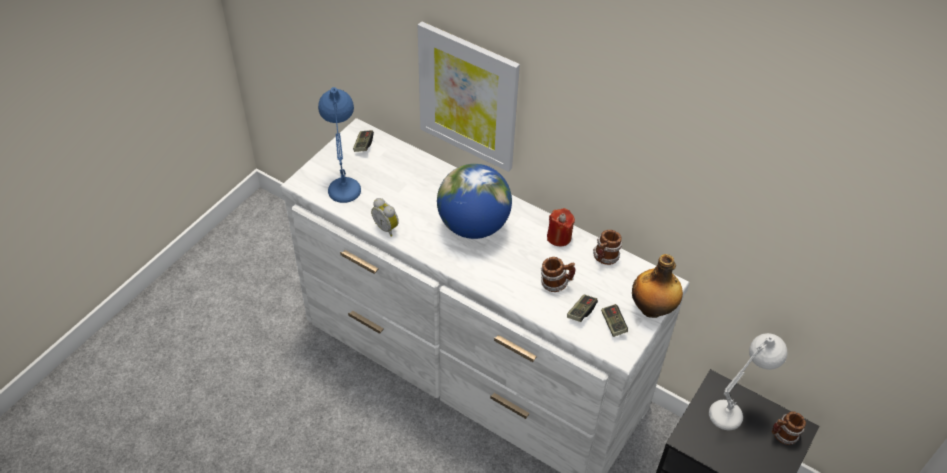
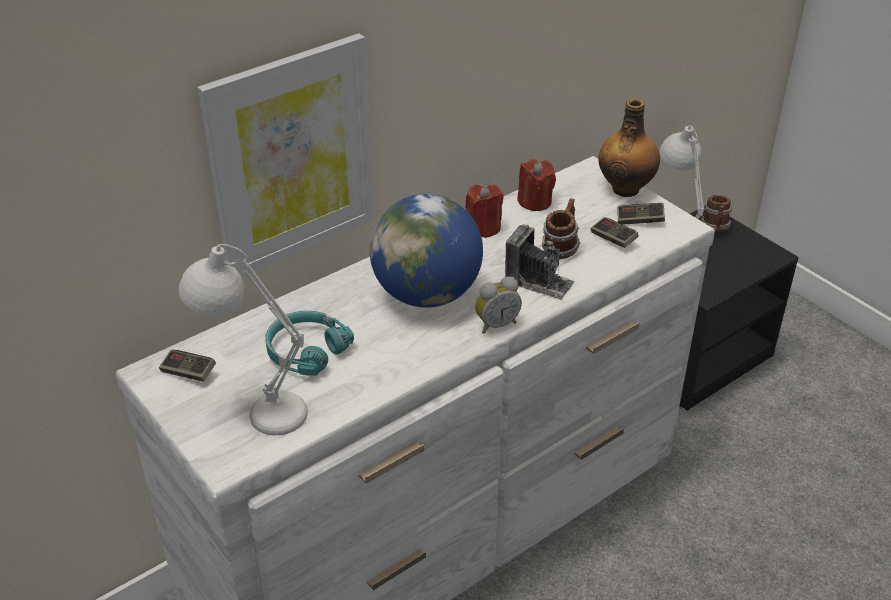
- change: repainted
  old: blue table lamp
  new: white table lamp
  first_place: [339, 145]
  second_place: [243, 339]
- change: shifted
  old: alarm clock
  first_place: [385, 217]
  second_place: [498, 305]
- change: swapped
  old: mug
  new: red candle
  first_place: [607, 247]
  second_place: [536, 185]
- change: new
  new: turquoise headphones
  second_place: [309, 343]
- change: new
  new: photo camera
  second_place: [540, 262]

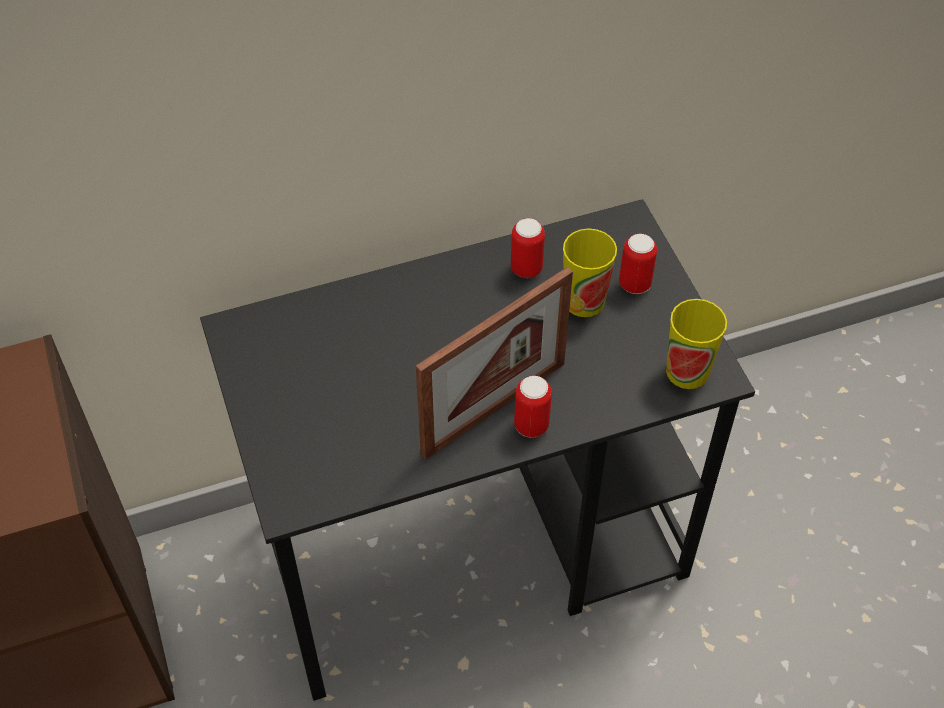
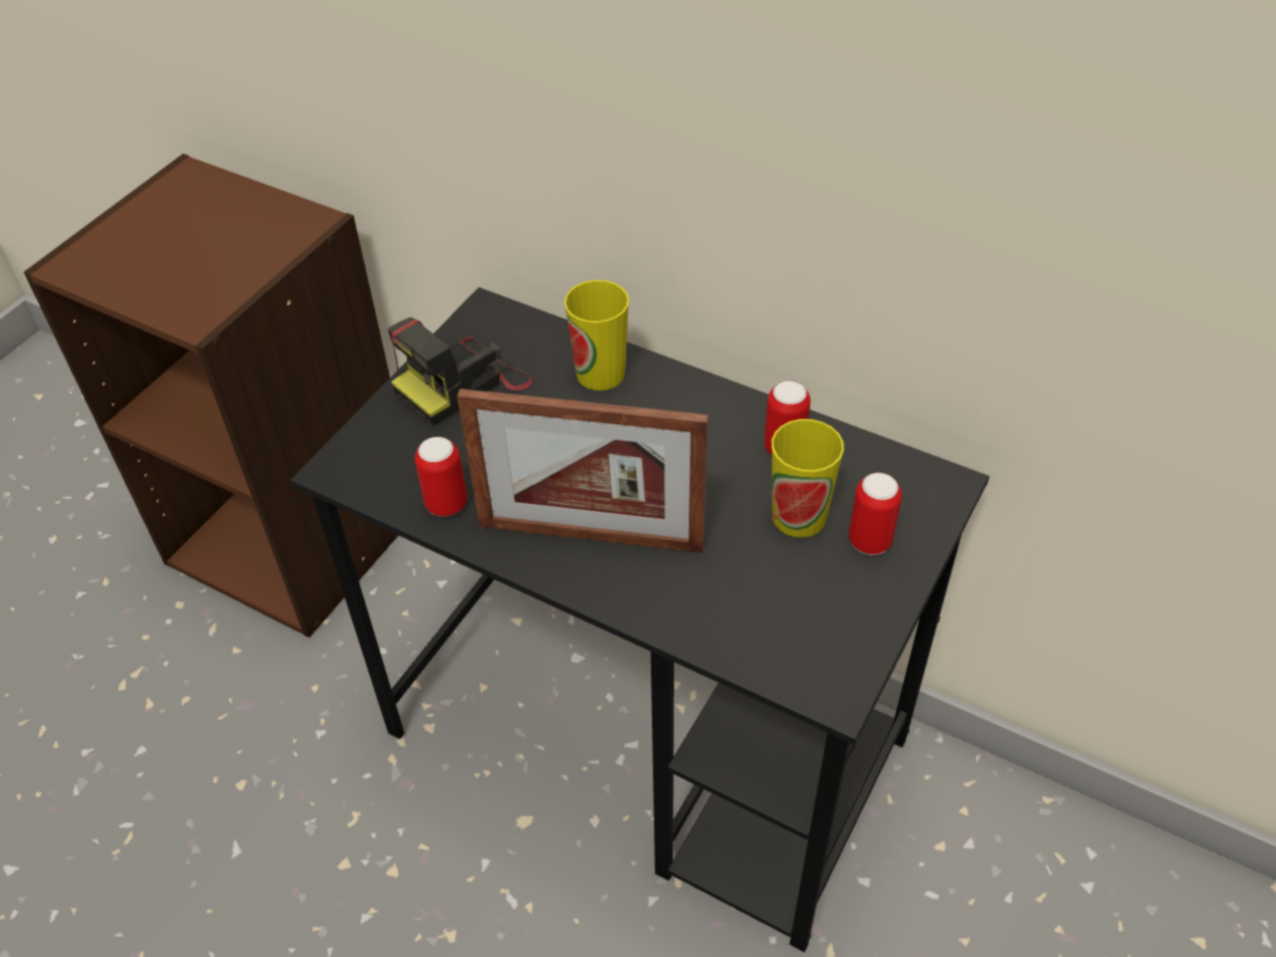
- change: shifted
  old: can
  first_place: [533, 407]
  second_place: [441, 477]
- change: shifted
  old: cup
  first_place: [696, 344]
  second_place: [596, 335]
- change: new
  new: photo camera
  second_place: [460, 371]

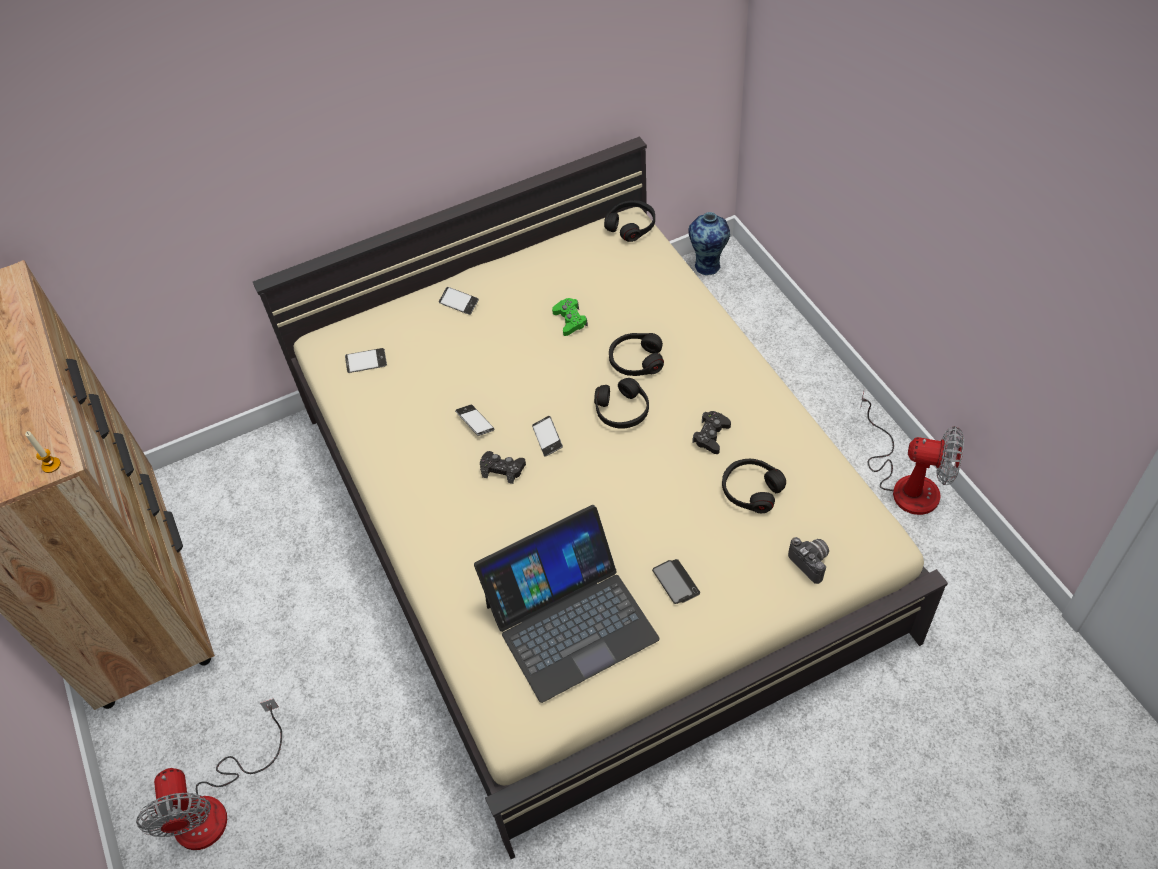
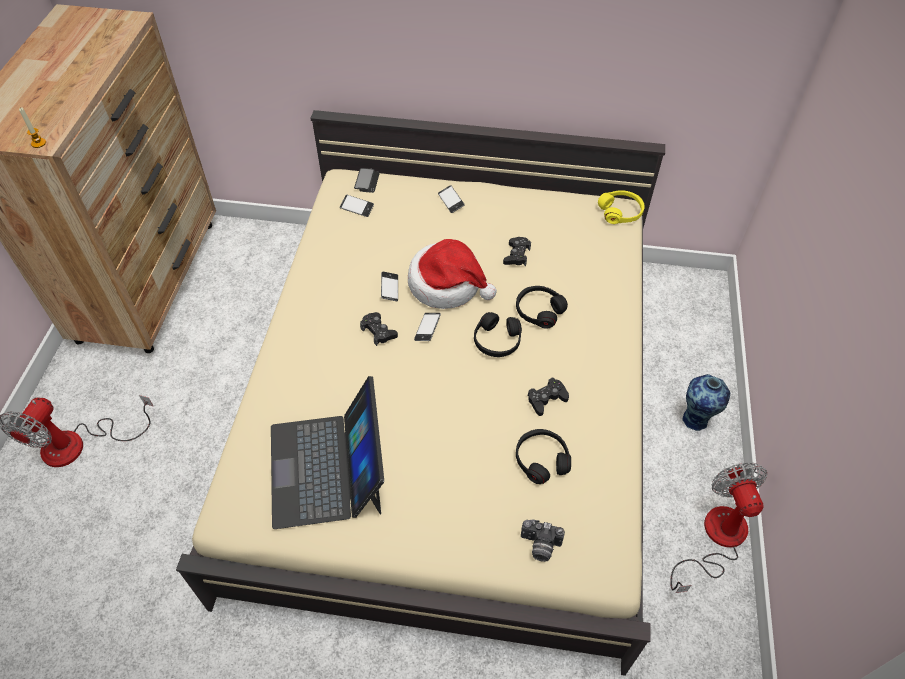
- change: rotated
  old: laptop
  first_place: [567, 604]
  second_place: [327, 452]
  degrees: 75
- change: repainted
  old: green game controller
  new: black game controller
  first_place: [570, 317]
  second_place: [517, 251]
- change: repainted
  old: black headphones
  new: yellow headphones
  first_place: [629, 221]
  second_place: [621, 207]
- change: shifted
  old: phone
  first_place: [676, 581]
  second_place: [367, 180]
- change: shifted
  old: vase
  first_place: [709, 244]
  second_place: [706, 402]
- change: rotated
  old: photo camera
  first_place: [808, 560]
  second_place: [543, 541]
  degrees: 105
- change: rotated
  old: fan
  first_place: [912, 452]
  second_place: [719, 528]
  degrees: -150
- change: new
  new: hat
  second_place: [452, 274]

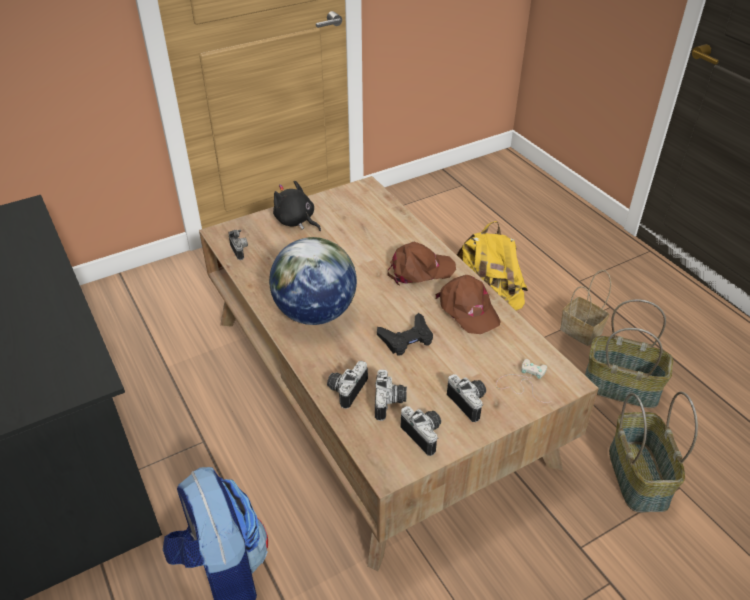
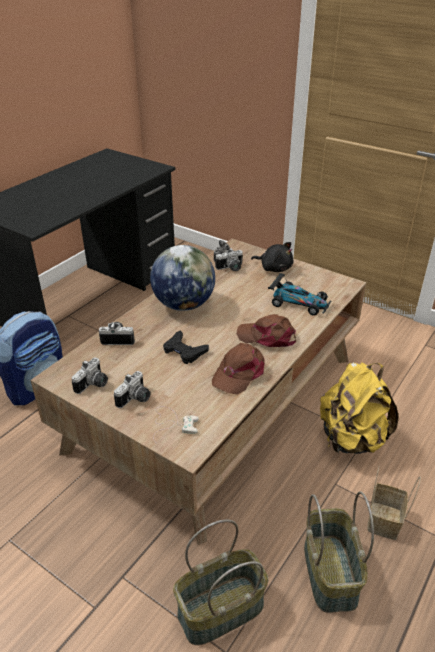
- change: rotated
  old: black plush toy
  first_place: [297, 205]
  second_place: [272, 257]
  degrees: 105
- change: shifted
  old: photo camera
  first_place: [391, 395]
  second_place: [229, 259]
- change: rotated
  old: brown cap
  first_place: [422, 263]
  second_place: [266, 330]
  degrees: 150
- change: new
  new: toy car
  second_place: [299, 294]

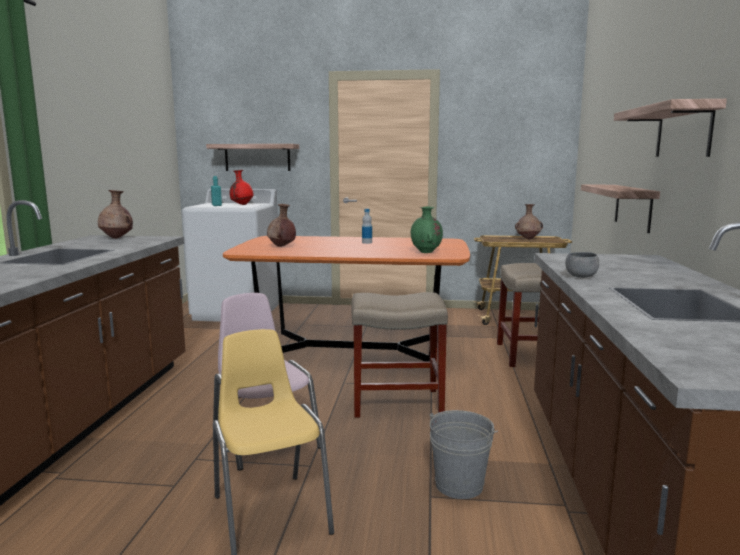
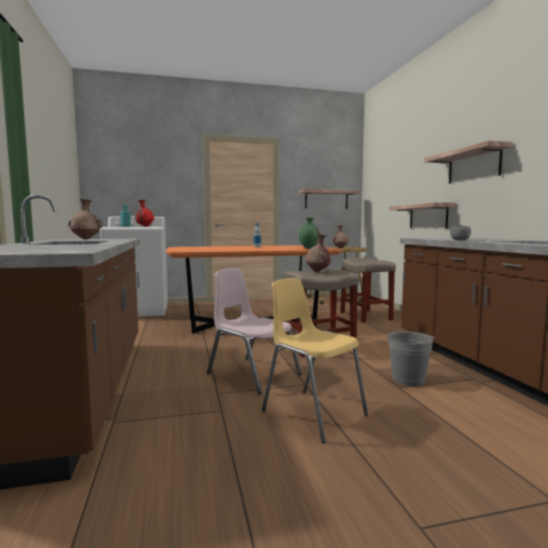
- change: shifted
  old: shelf
  first_place: [252, 157]
  second_place: [330, 199]
- change: shifted
  old: brown vase
  first_place: [281, 225]
  second_place: [318, 253]

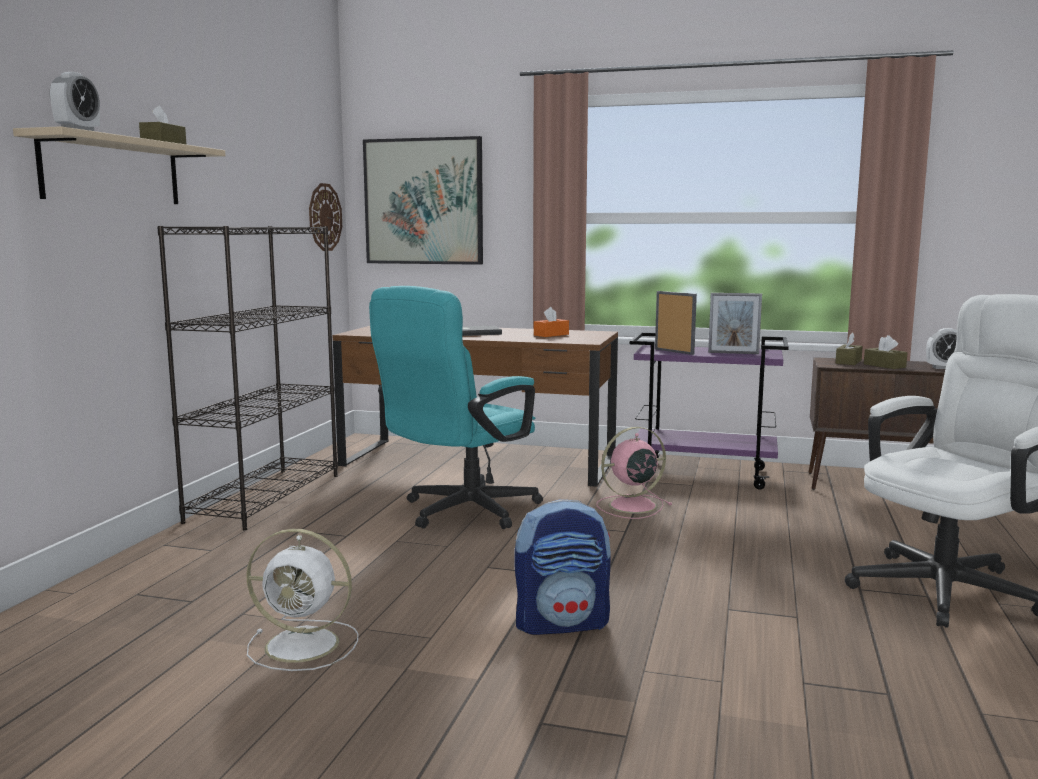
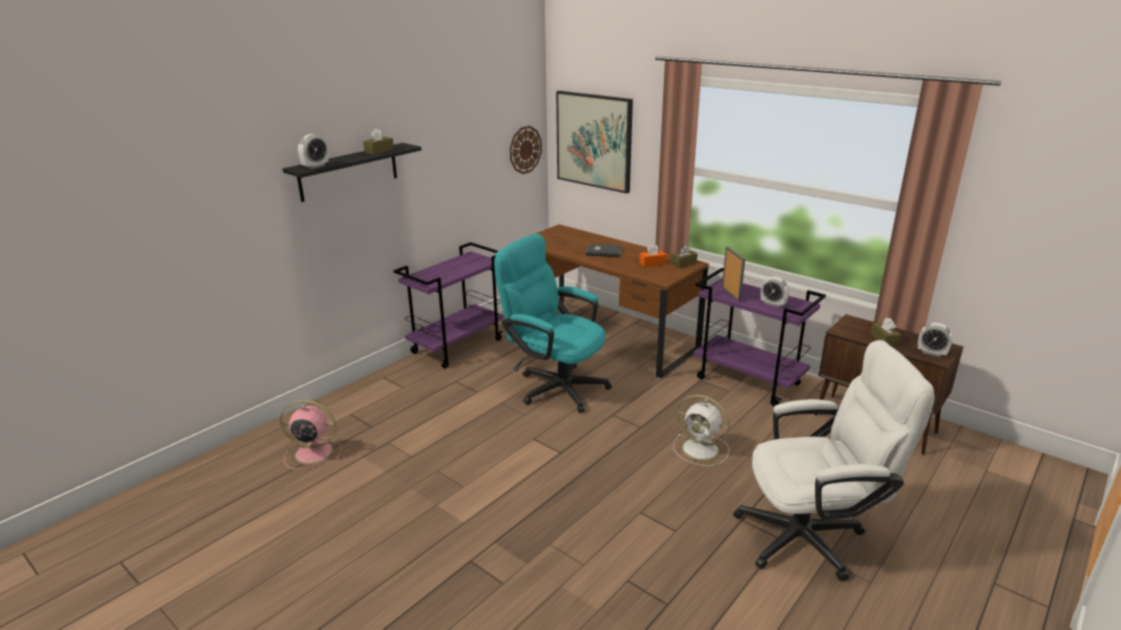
- change: repainted
  old: beige shelf
  new: black shelf
  first_place: [119, 165]
  second_place: [352, 172]
- change: swapped
  old: black bookcase
  new: purple cart
  first_place: [247, 378]
  second_place: [448, 305]
- change: shifted
  old: white fan
  first_place: [302, 600]
  second_place: [701, 430]
- change: rotated
  old: turquoise office chair
  first_place: [456, 407]
  second_place: [553, 323]
  degrees: 60
- change: gone
  old: backpack
  first_place: [563, 567]
- change: shifted
  old: pink fan
  first_place: [634, 473]
  second_place: [311, 435]
- change: swapped
  old: picture frame
  new: alarm clock
  first_place: [735, 323]
  second_place: [775, 292]
- change: shifted
  old: brown tissue box
  first_place: [849, 349]
  second_place: [684, 256]

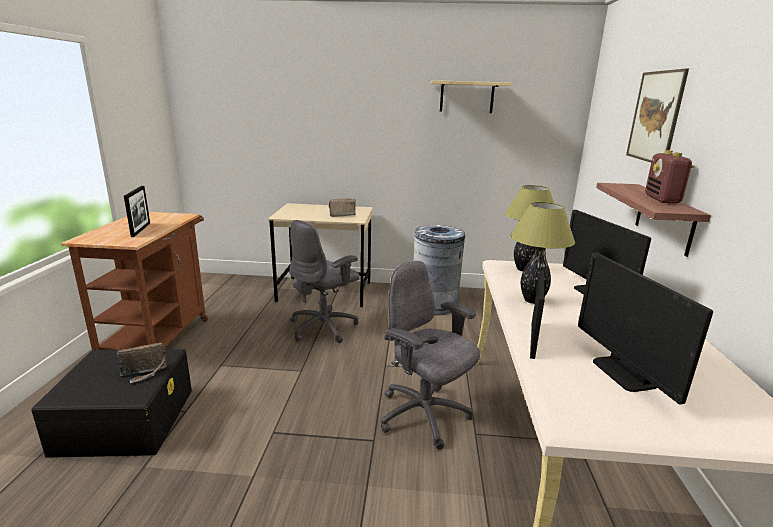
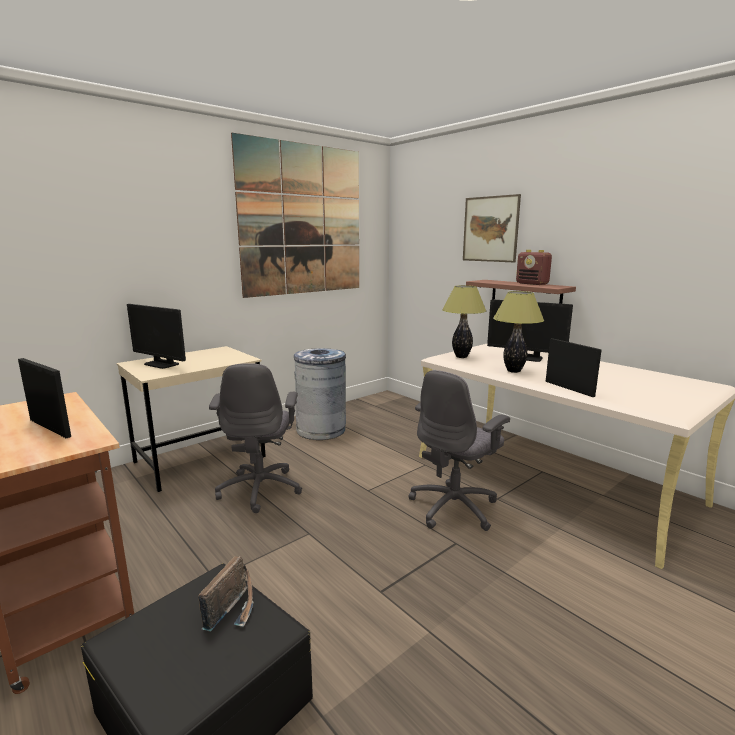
- change: gone
  old: radio
  first_place: [342, 207]
- change: rotated
  old: grey office chair
  first_place: [430, 355]
  second_place: [459, 450]
  degrees: -45
- change: swapped
  old: beige shelf
  new: picture
  first_place: [471, 96]
  second_place: [295, 215]
- change: shifted
  old: monitor
  first_place: [645, 328]
  second_place: [156, 336]

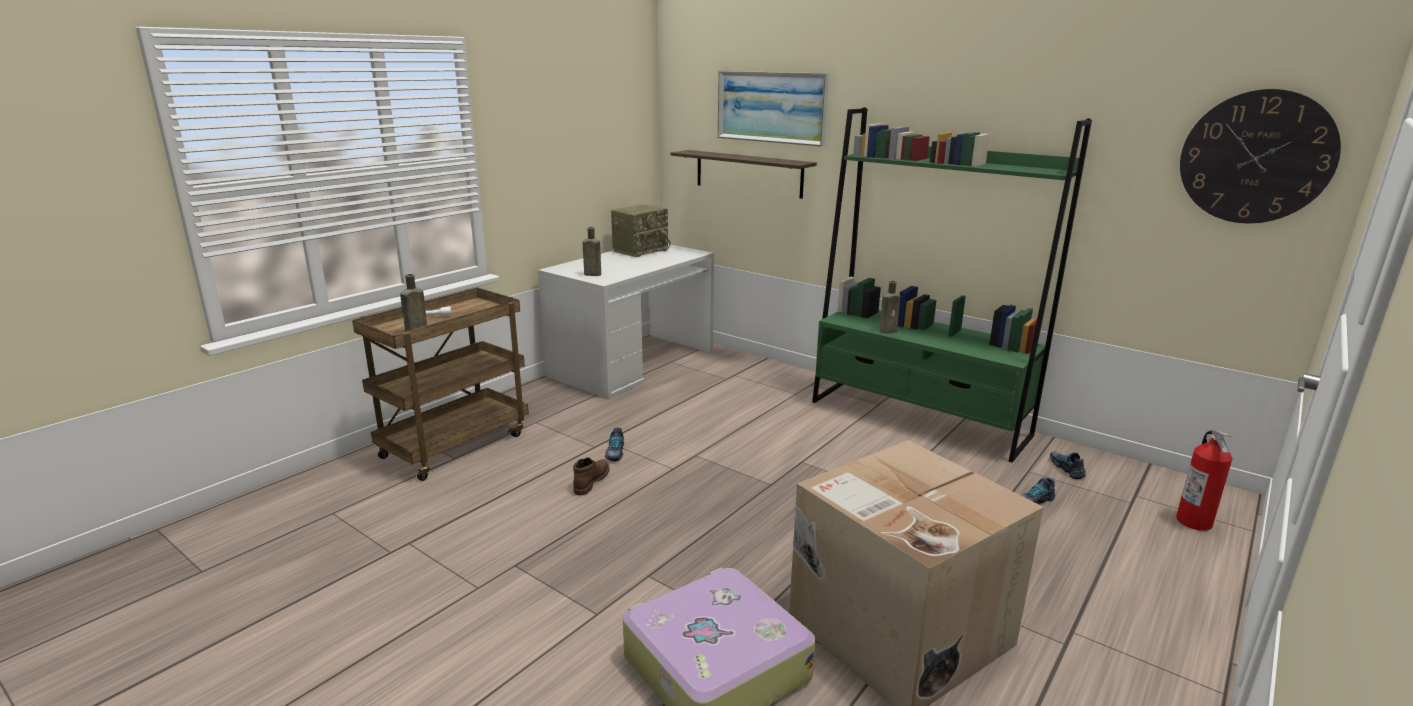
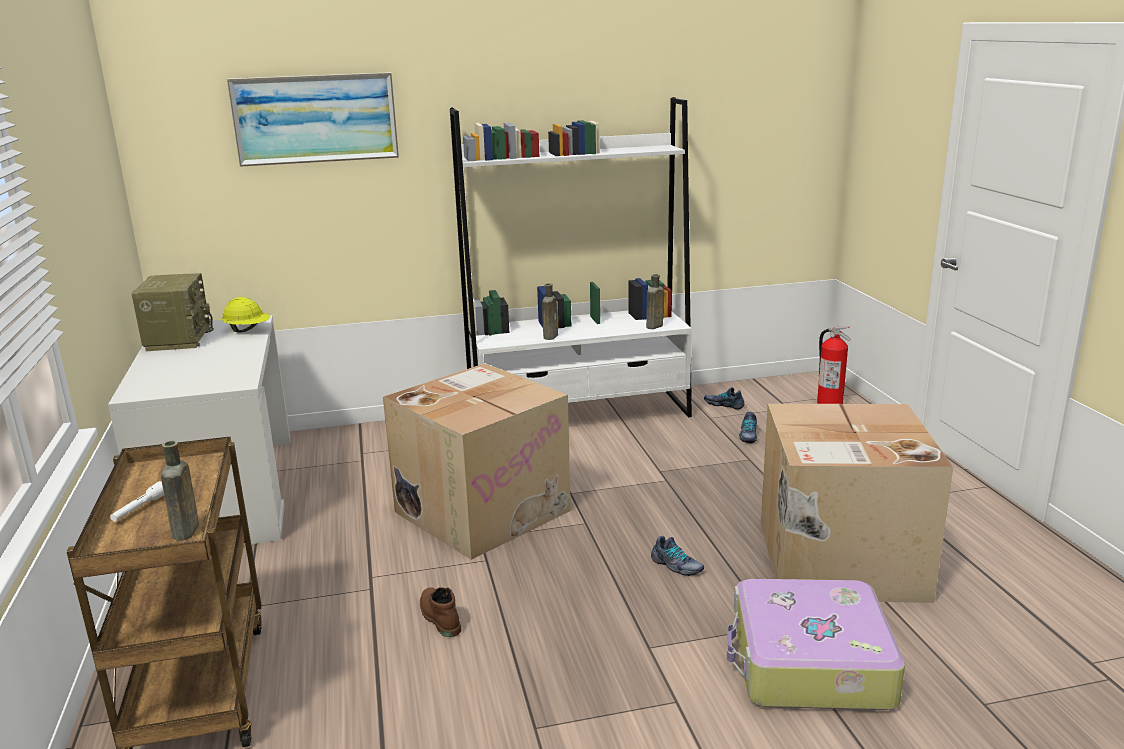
- change: shifted
  old: brown bottle
  first_place: [592, 251]
  second_place: [655, 301]
- change: shifted
  old: shoe
  first_place: [614, 445]
  second_place: [677, 556]
- change: gone
  old: shelf
  first_place: [744, 174]
- change: repainted
  old: green bookcase
  new: white bookcase
  first_place: [952, 285]
  second_place: [571, 257]
- change: gone
  old: wall clock
  first_place: [1260, 156]
- change: new
  new: yellow hard hat
  second_place: [246, 315]
- change: new
  new: cardboard box
  second_place: [477, 461]

